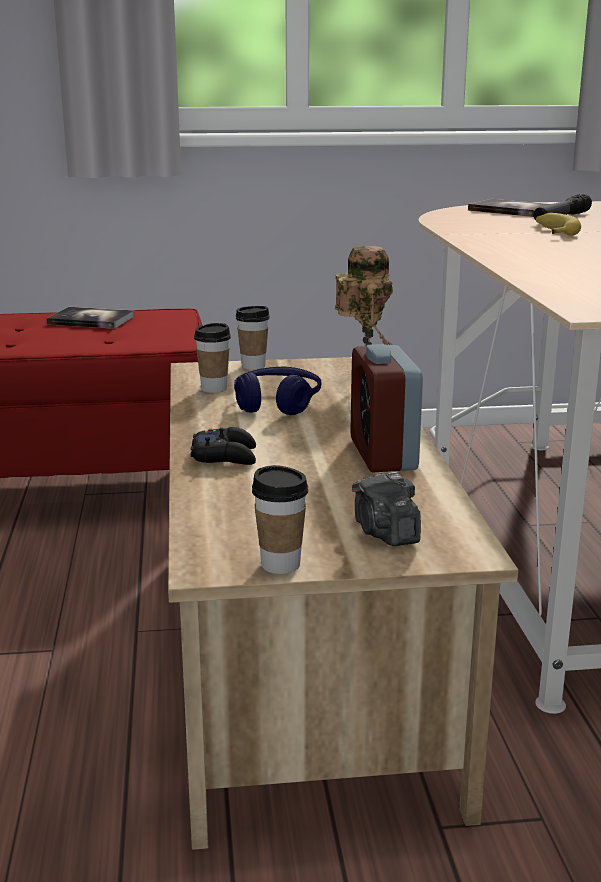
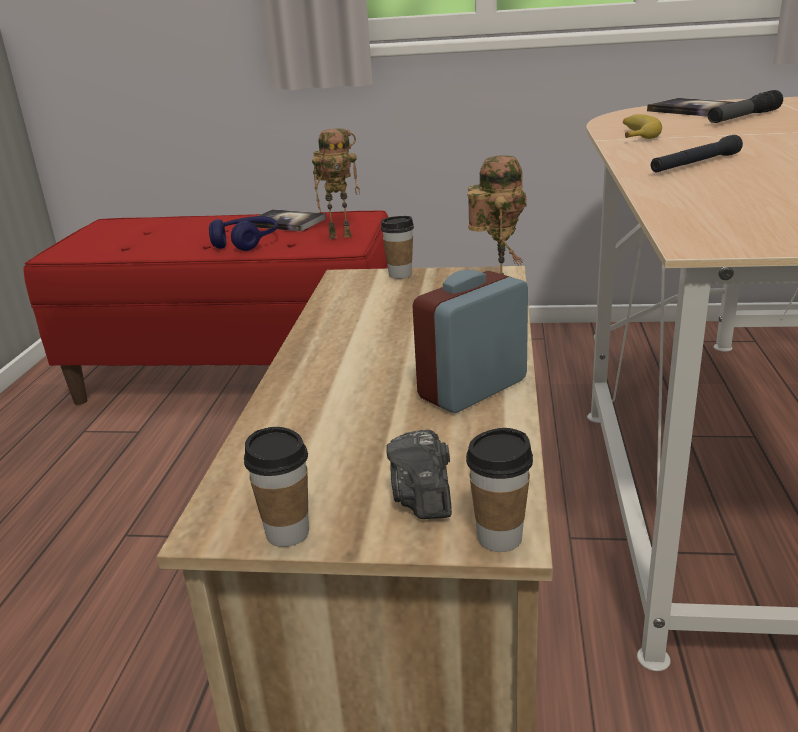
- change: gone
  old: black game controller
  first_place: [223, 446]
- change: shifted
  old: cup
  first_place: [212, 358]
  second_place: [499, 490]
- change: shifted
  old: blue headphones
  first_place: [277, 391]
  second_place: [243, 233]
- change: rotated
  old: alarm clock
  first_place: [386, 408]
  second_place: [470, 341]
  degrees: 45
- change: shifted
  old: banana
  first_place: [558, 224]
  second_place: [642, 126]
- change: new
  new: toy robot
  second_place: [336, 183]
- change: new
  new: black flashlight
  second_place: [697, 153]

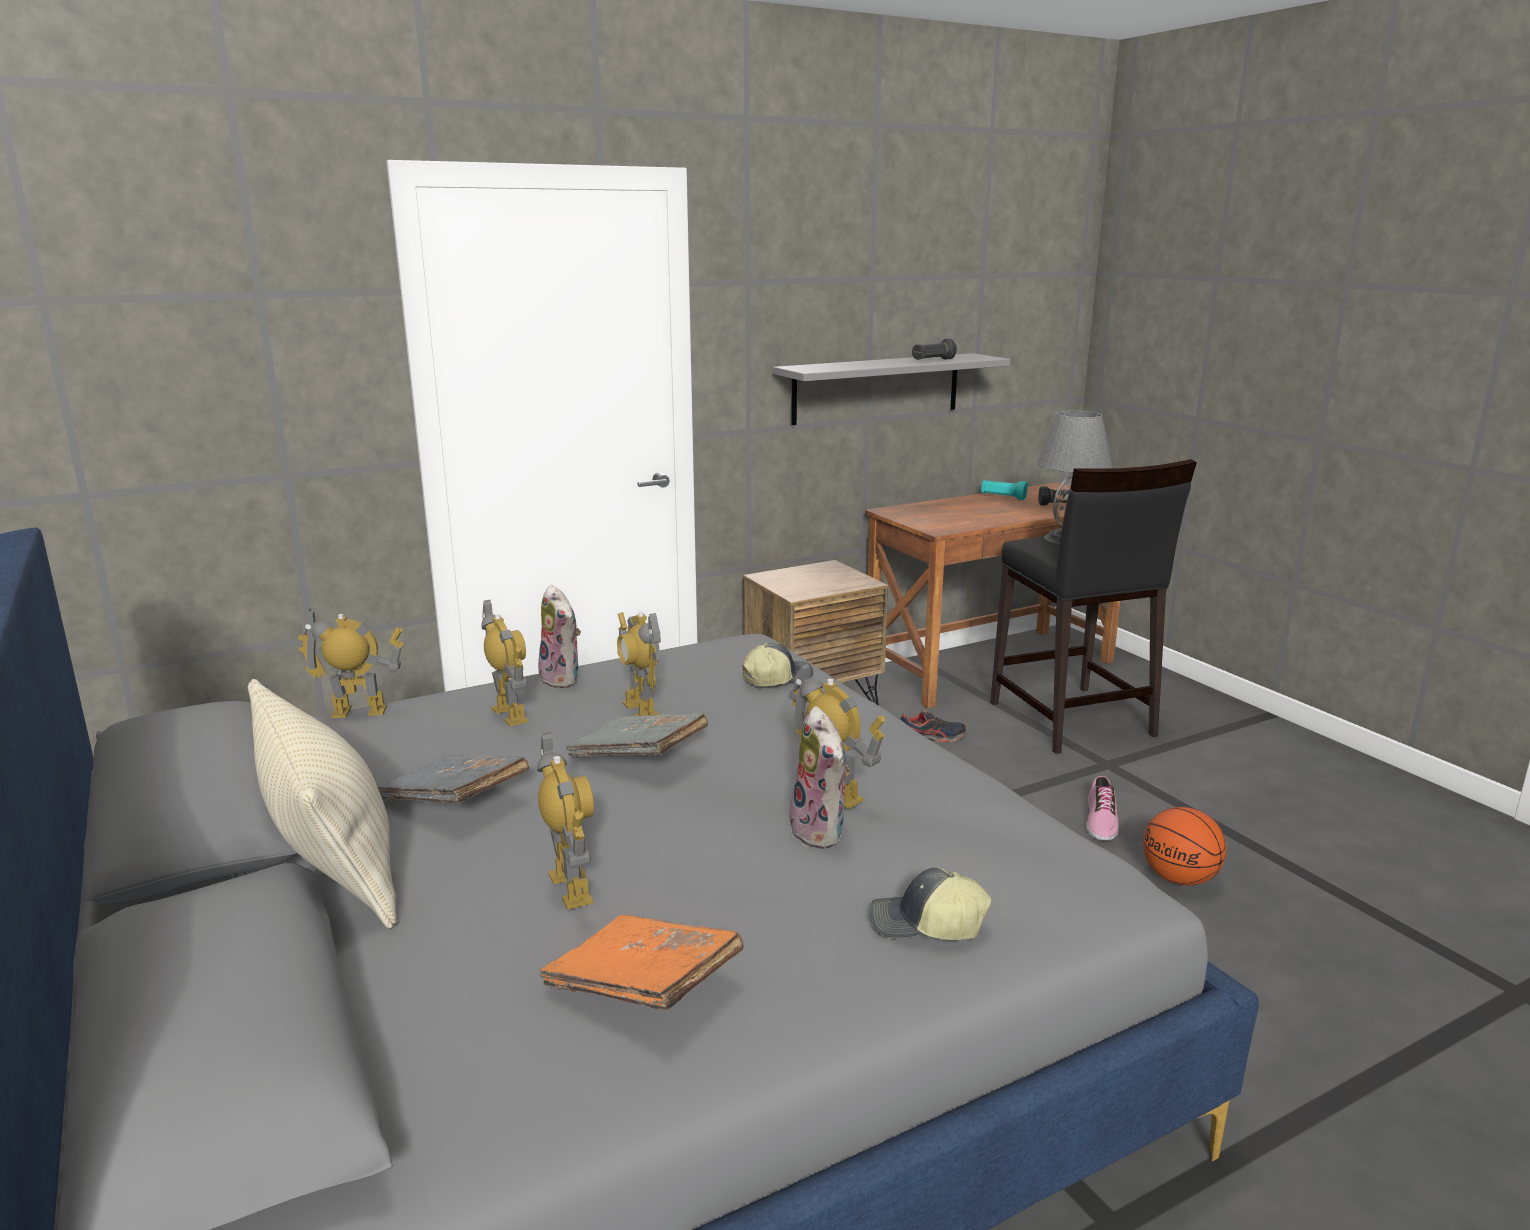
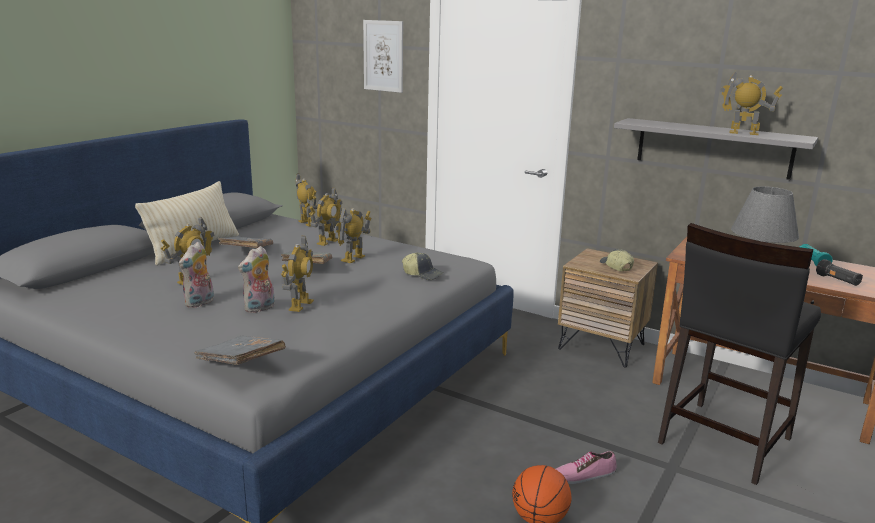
- change: shifted
  old: plush toy
  first_place: [559, 636]
  second_place: [196, 275]
- change: gone
  old: orange book
  first_place: [641, 963]
- change: shifted
  old: cap
  first_place: [931, 903]
  second_place: [617, 260]
- change: gone
  old: shoe
  first_place: [932, 726]
- change: swapped
  old: black flashlight
  new: toy robot
  first_place: [934, 349]
  second_place: [751, 103]
- change: new
  new: grey book
  second_place: [240, 350]
- change: new
  new: picture
  second_place: [383, 56]

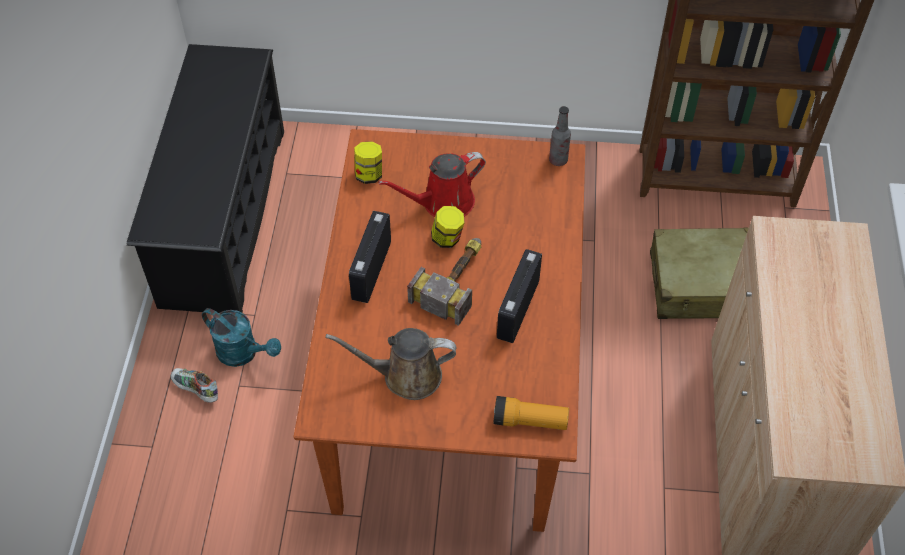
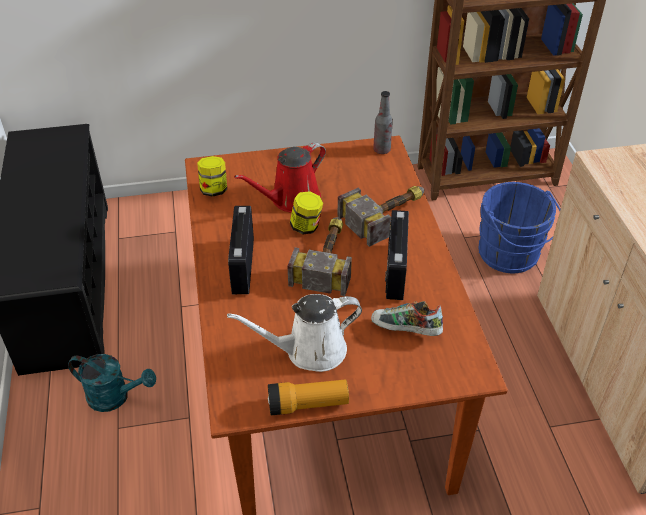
- change: shifted
  old: shoe
  first_place: [194, 385]
  second_place: [407, 318]
- change: repainted
  old: brown watering can
  new: white watering can
  first_place: [391, 364]
  second_place: [294, 333]
- change: shifted
  old: flashlight
  first_place: [531, 413]
  second_place: [308, 397]
- change: swapped
  old: beige suitcase
  new: blue bucket
  first_place: [699, 273]
  second_place: [519, 227]
- change: new
  new: hammer
  second_place: [380, 216]

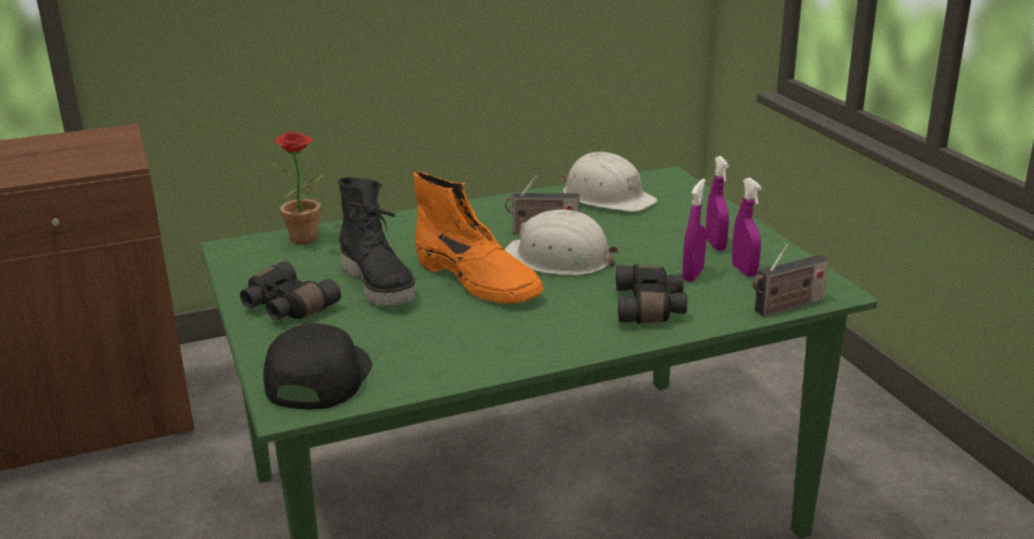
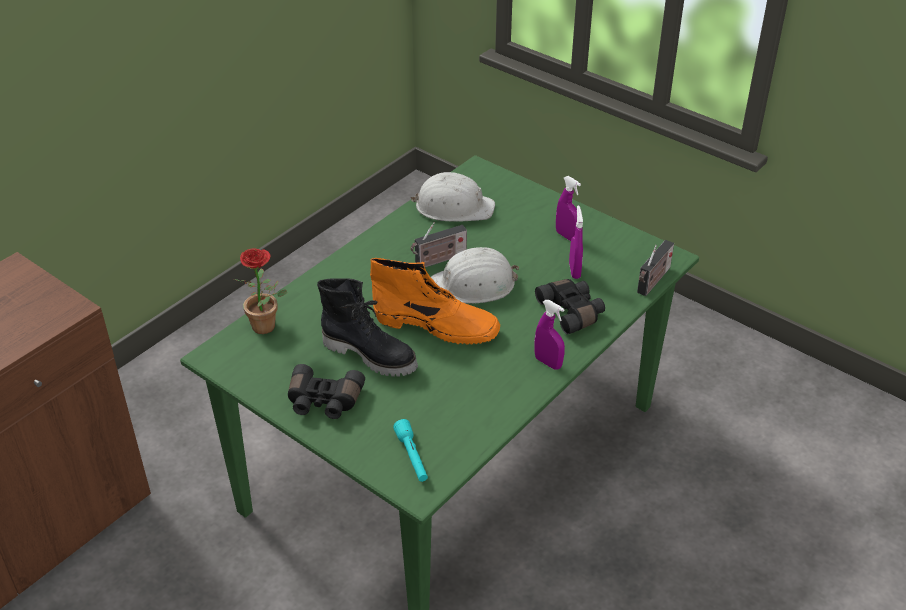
- change: swapped
  old: black cap
  new: turquoise flashlight
  first_place: [317, 367]
  second_place: [410, 450]
- change: shifted
  old: purple spray bottle
  first_place: [747, 227]
  second_place: [550, 335]

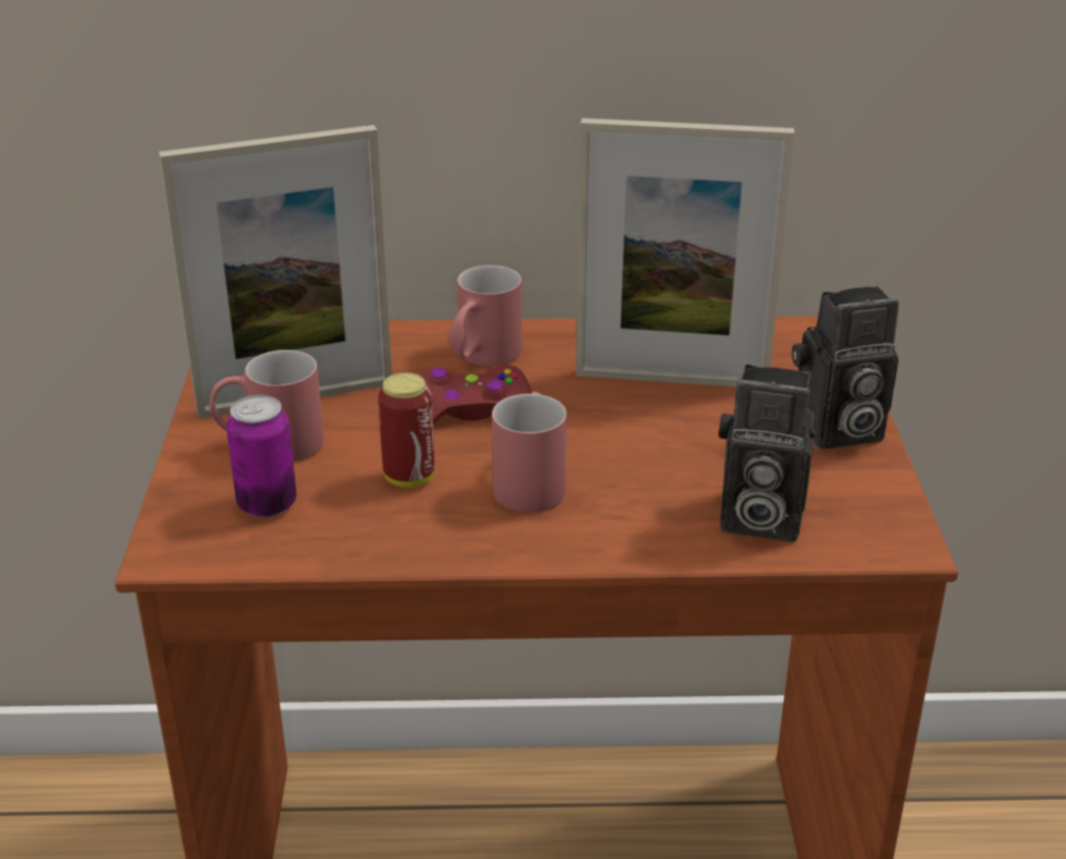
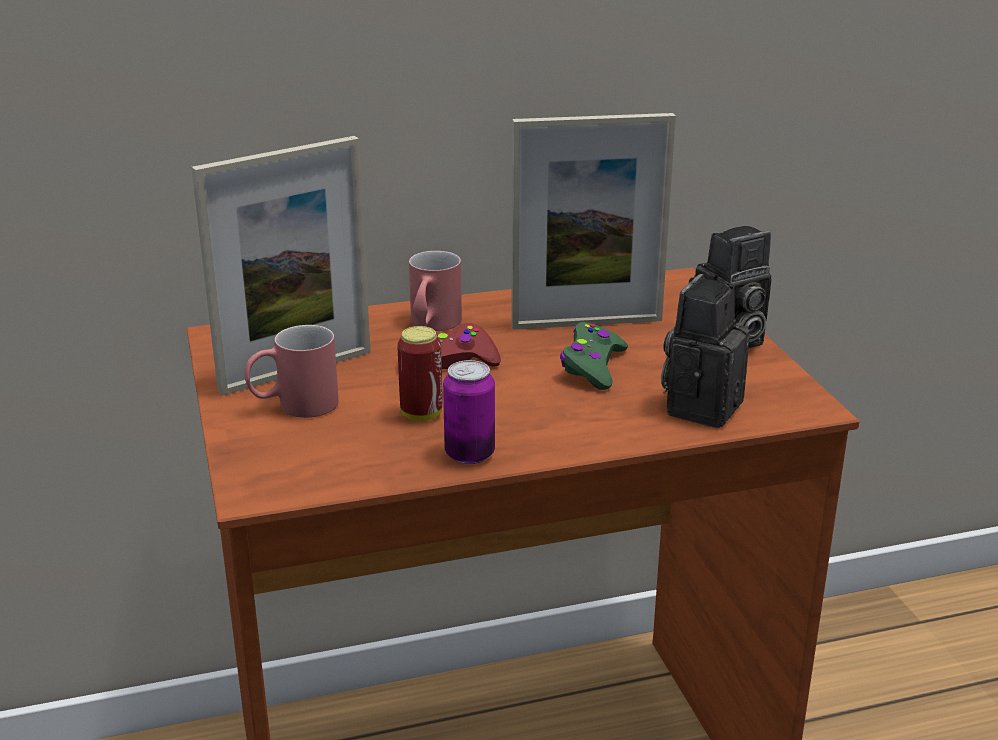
- change: shifted
  old: can
  first_place: [261, 456]
  second_place: [469, 412]
- change: gone
  old: red mug
  first_place: [529, 452]
- change: rotated
  old: photo camera
  first_place: [767, 453]
  second_place: [705, 351]
  degrees: 120
- change: new
  new: green game controller
  second_place: [594, 356]

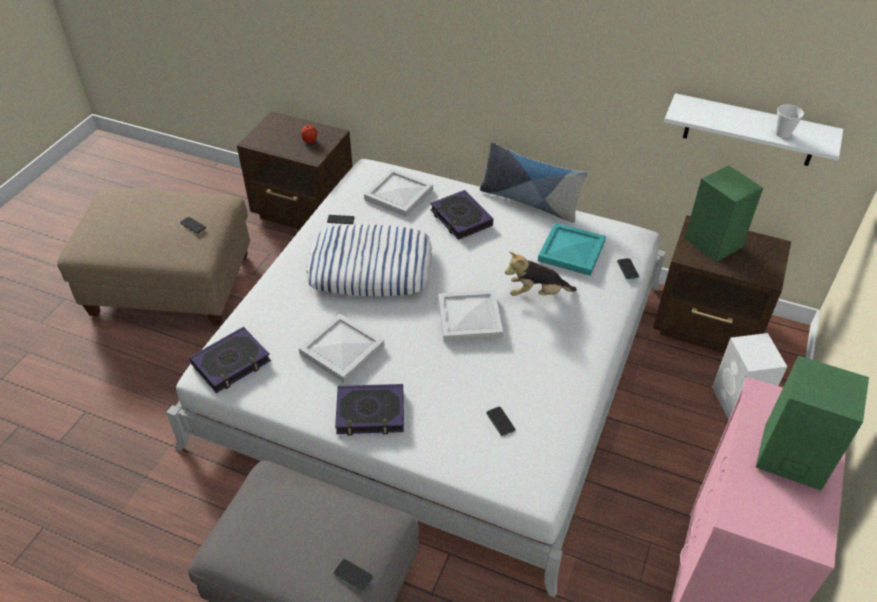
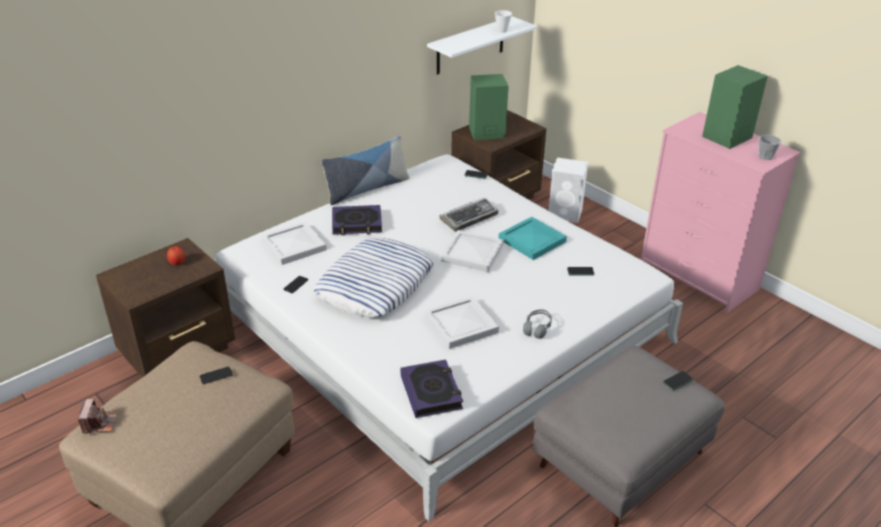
- change: swapped
  old: book
  new: grey headphones
  first_place: [369, 410]
  second_place: [537, 324]
- change: swapped
  old: plush toy
  new: keyboard
  first_place: [541, 274]
  second_place: [468, 215]
- change: shifted
  old: turquoise tray
  first_place: [572, 249]
  second_place: [533, 238]
- change: new
  new: photo camera
  second_place: [98, 417]
- change: new
  new: cup
  second_place: [769, 147]

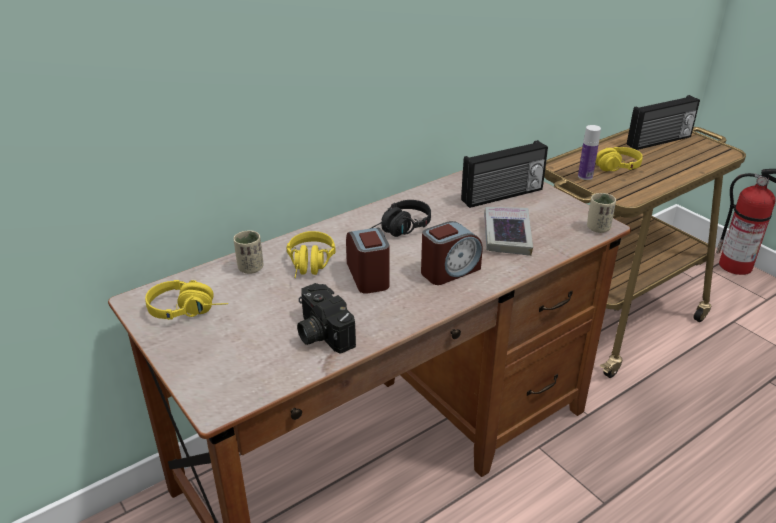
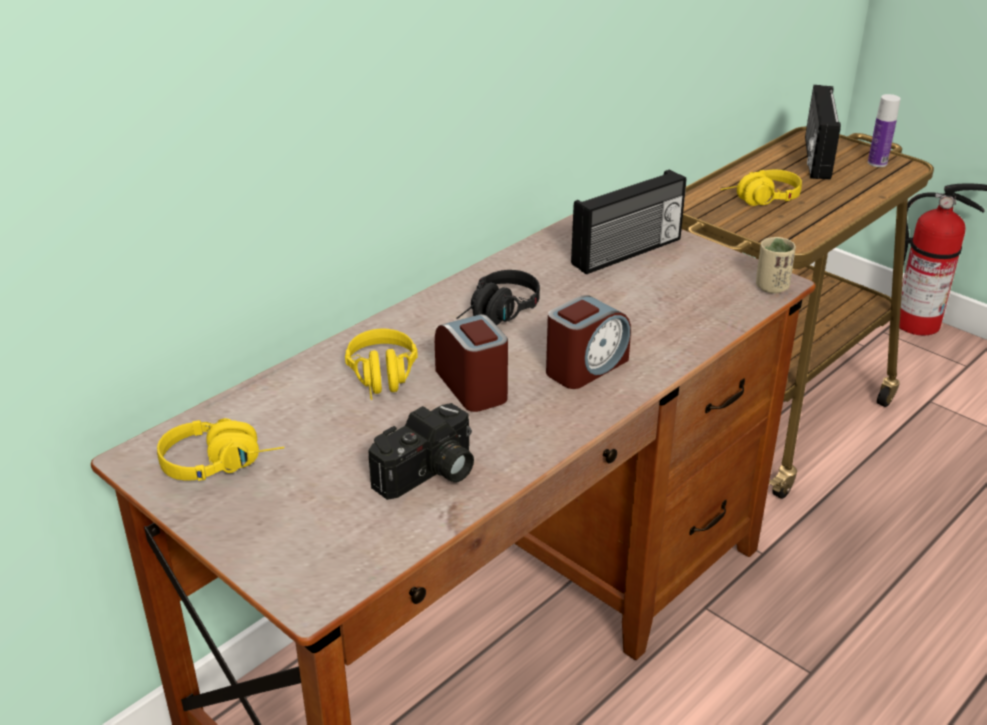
- change: gone
  old: beige cup
  first_place: [248, 252]
- change: rotated
  old: photo camera
  first_place: [326, 318]
  second_place: [421, 451]
  degrees: -90
- change: gone
  old: book
  first_place: [508, 231]
- change: shifted
  old: bottle
  first_place: [589, 152]
  second_place: [884, 130]
- change: rotated
  old: radio
  first_place: [663, 122]
  second_place: [823, 132]
  degrees: 135

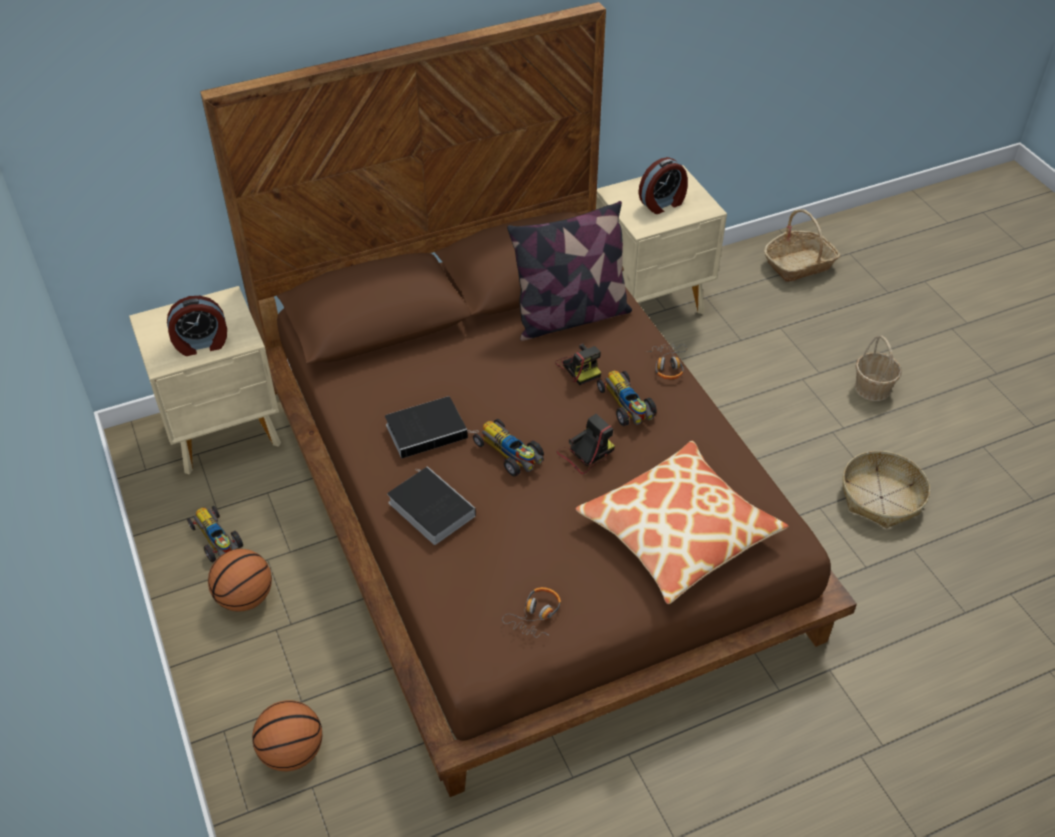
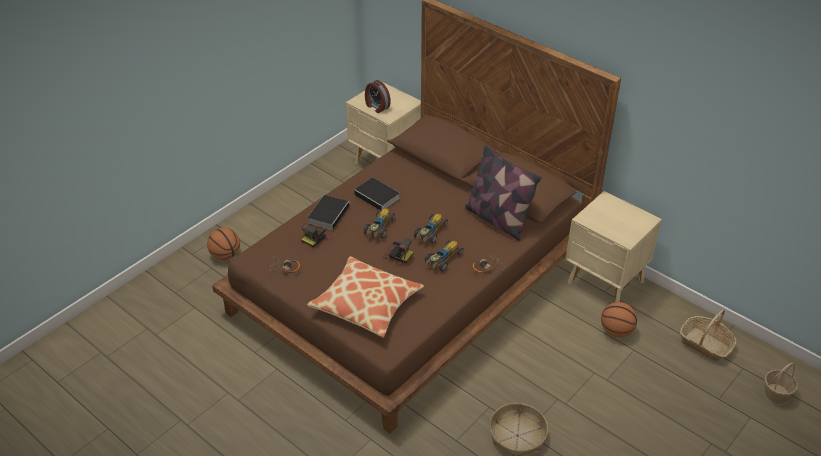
- change: shifted
  old: toy car
  first_place: [215, 534]
  second_place: [431, 229]
- change: shifted
  old: basketball
  first_place: [240, 580]
  second_place: [619, 319]
- change: shifted
  old: photo camera
  first_place: [578, 364]
  second_place: [317, 236]
- change: gone
  old: alarm clock
  first_place: [663, 185]
- change: shifted
  old: basket
  first_place: [878, 368]
  second_place: [780, 384]

